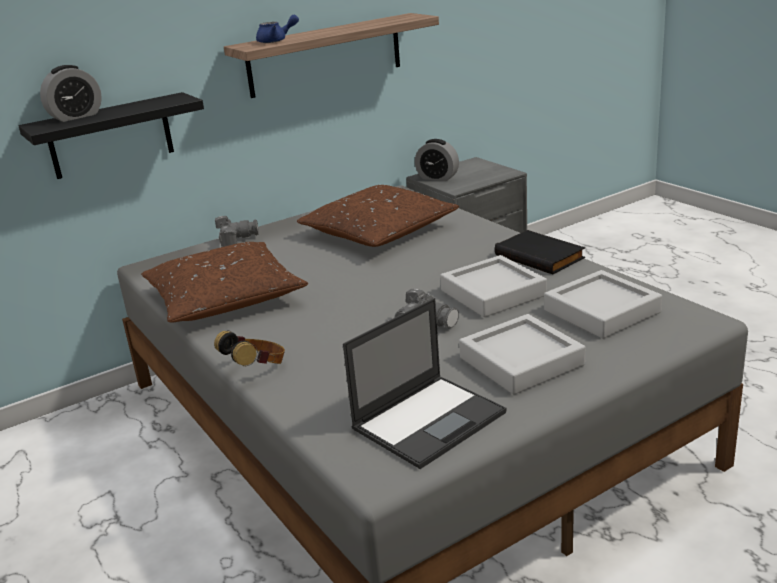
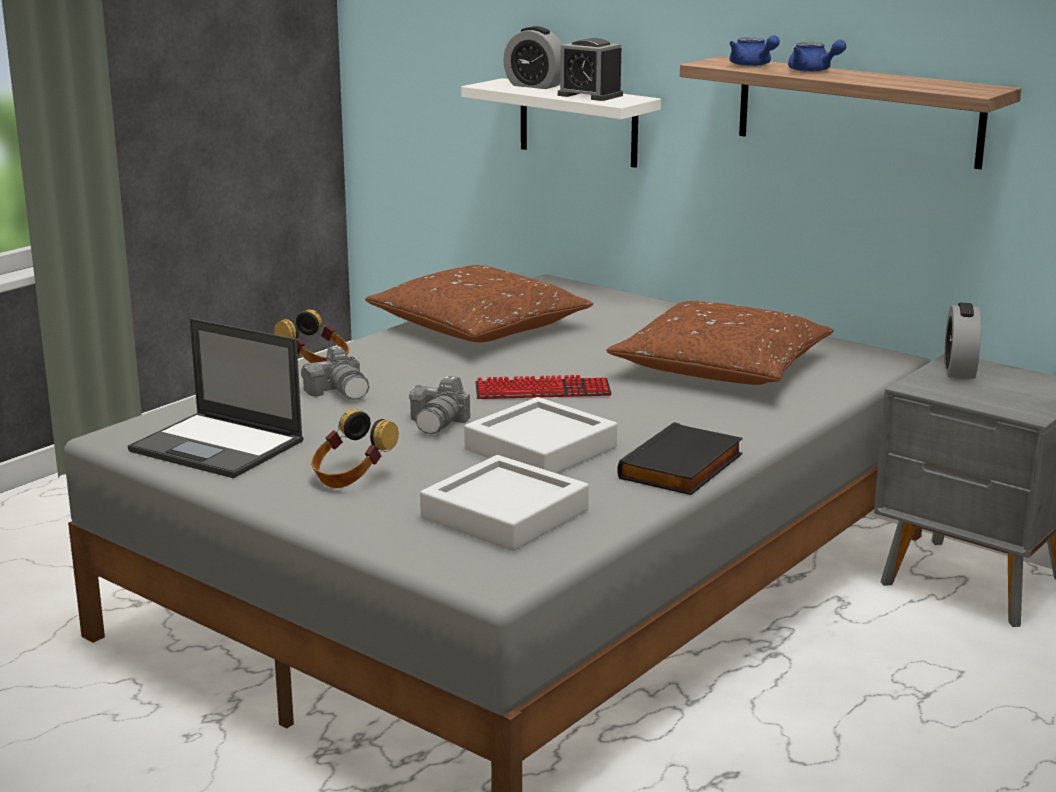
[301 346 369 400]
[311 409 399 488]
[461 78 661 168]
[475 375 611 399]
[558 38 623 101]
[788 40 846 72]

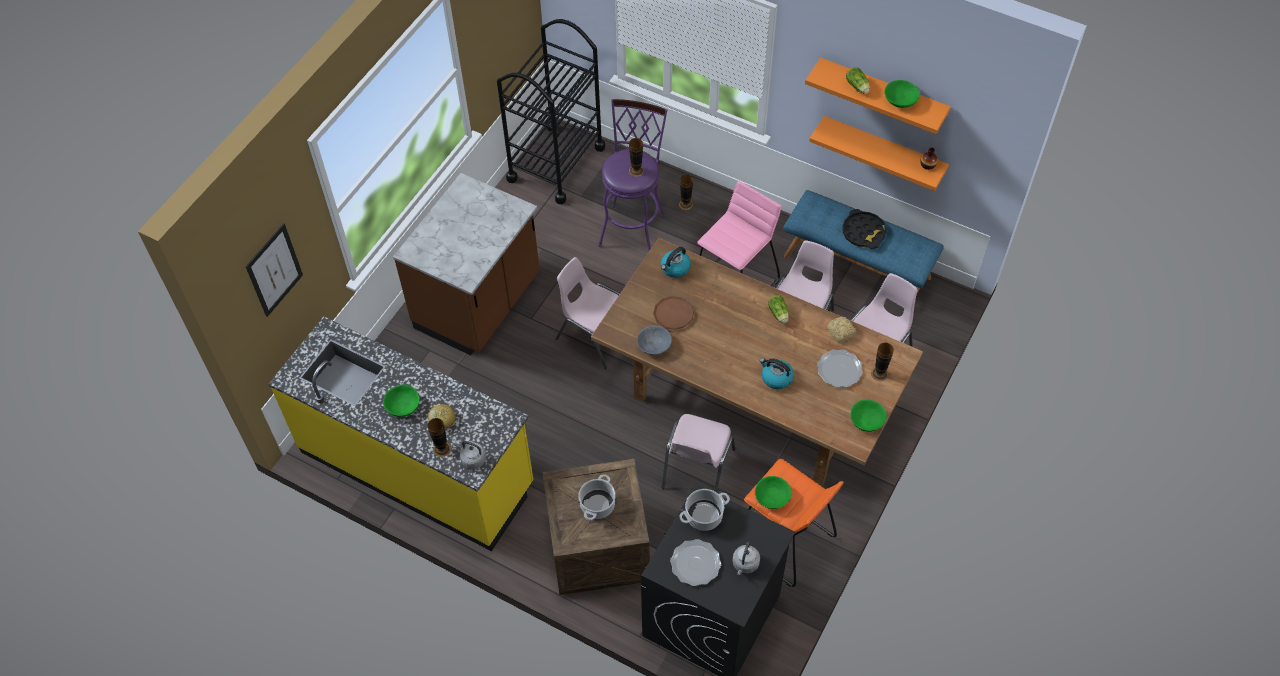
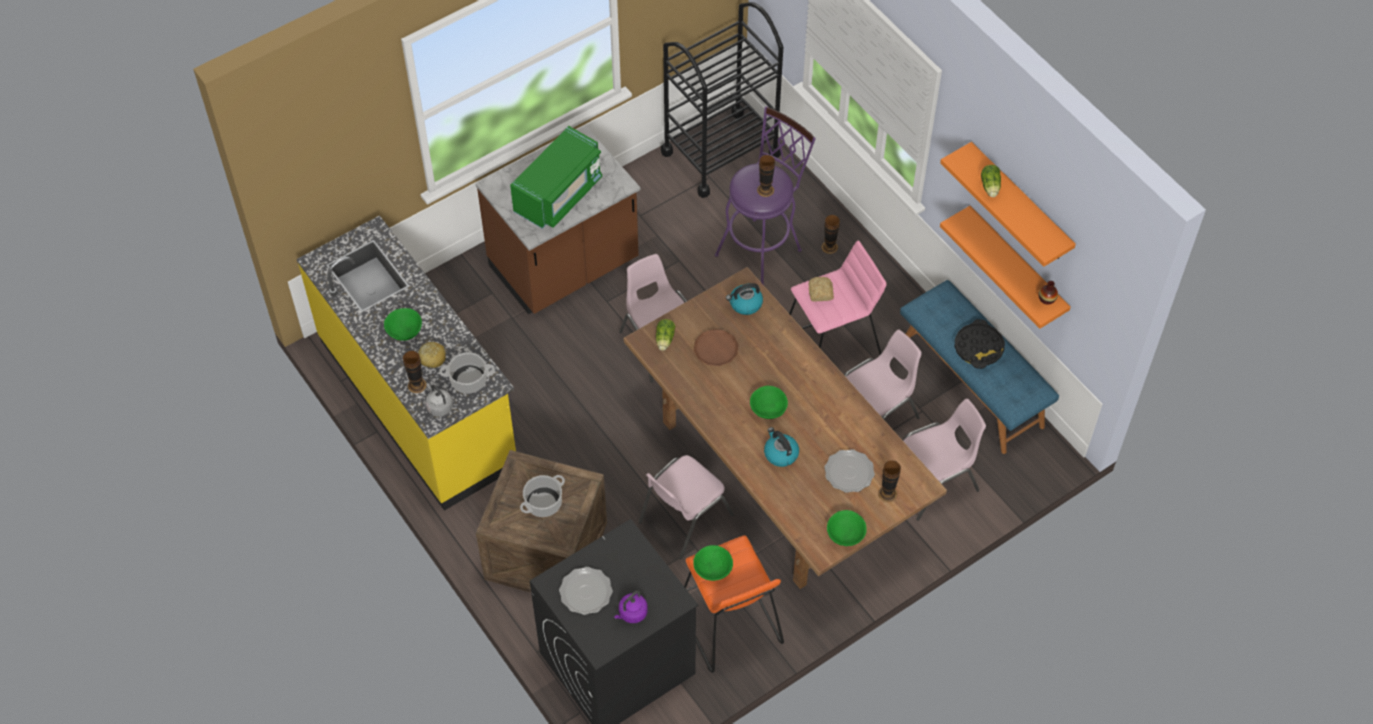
[439 352 495 394]
[510 126 602 229]
[614 591 648 623]
[656 319 675 351]
[750 386 788 419]
[809 277 834 302]
[245 223 303 317] (first image)
[637 326 672 355] (first image)

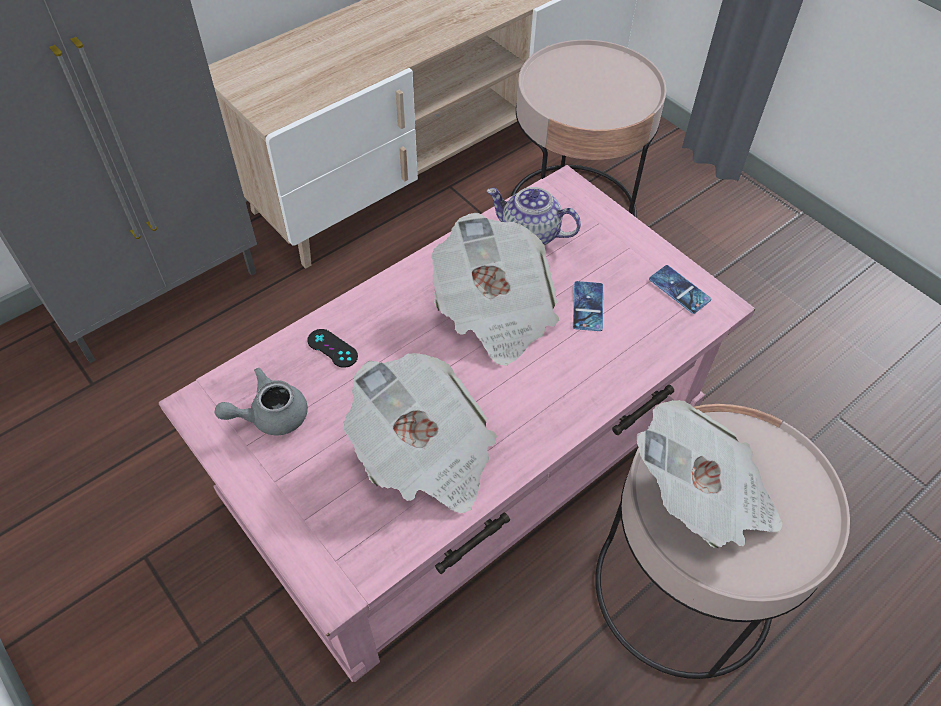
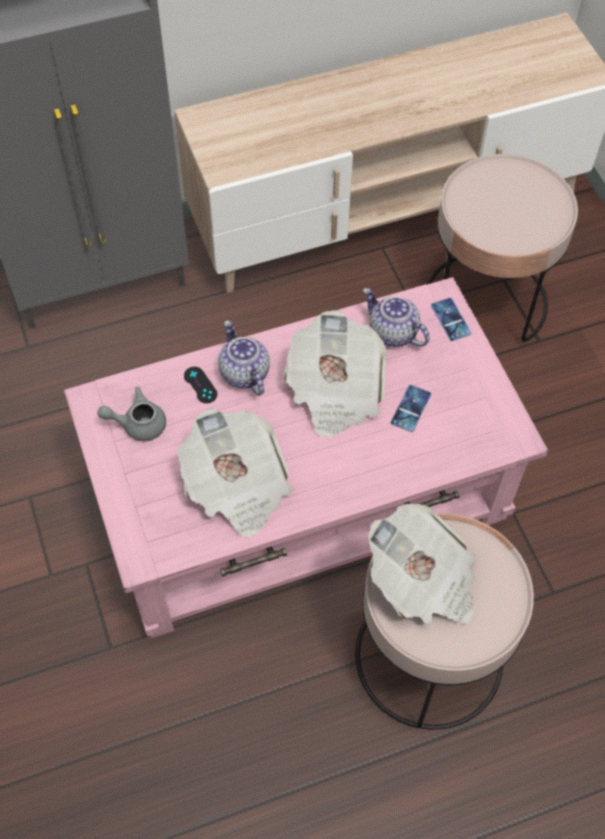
[218 321 270 396]
[431 298 471 341]

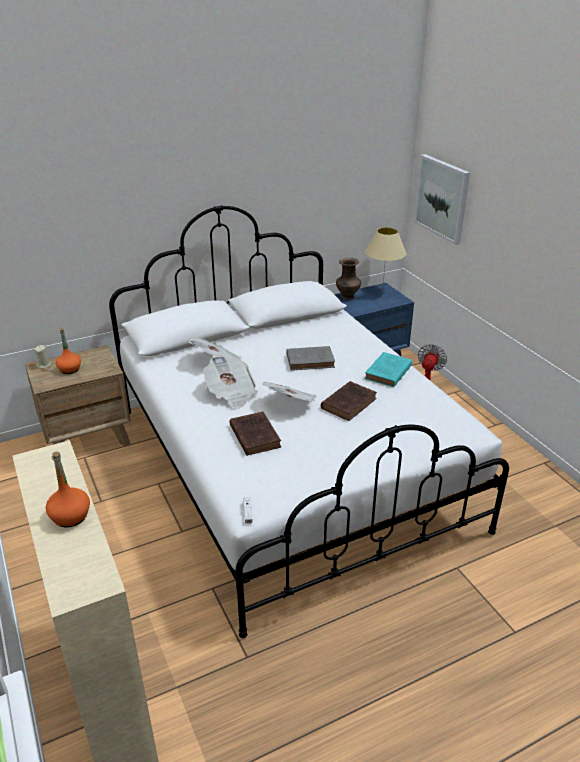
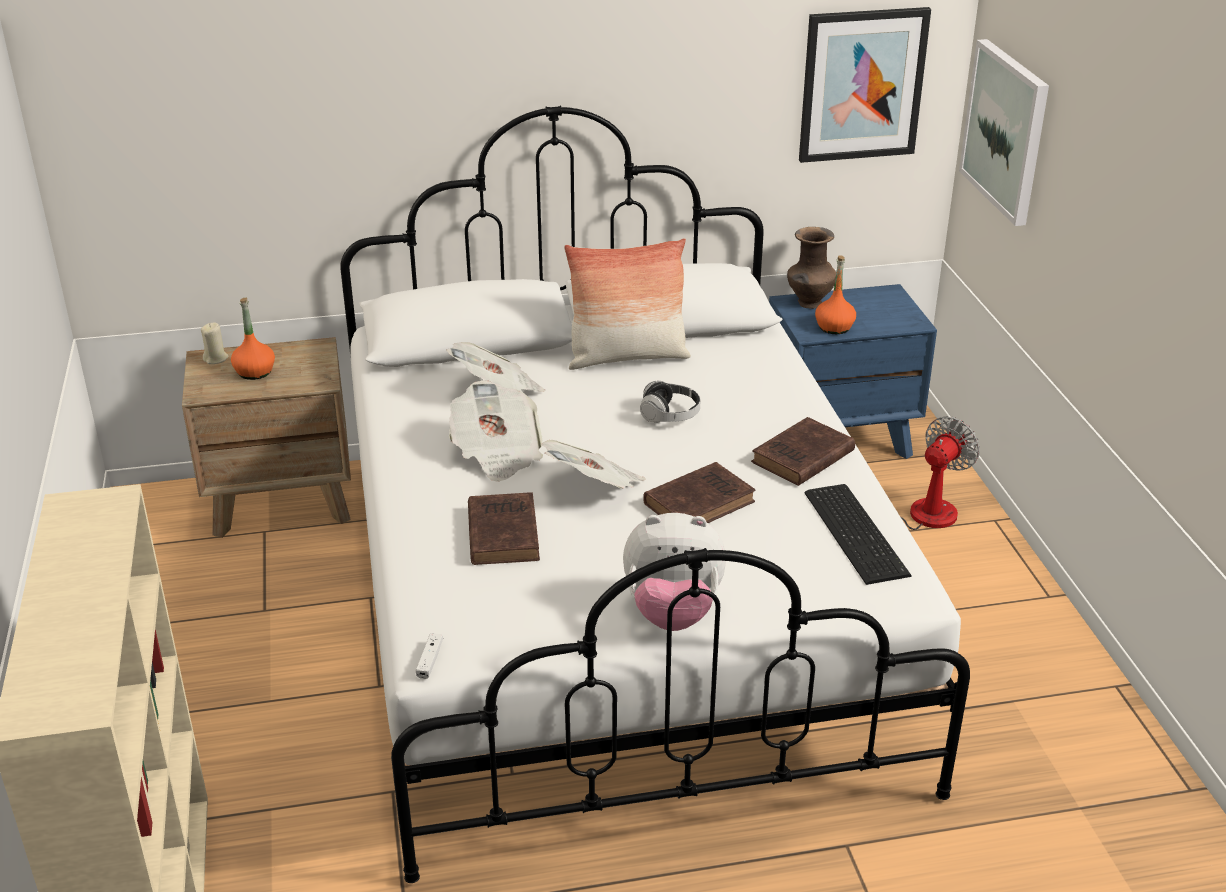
[564 238 691 370]
[623 513 726 631]
[640 381 701 423]
[751 417 855 486]
[799 7 931 163]
[805 484 912 585]
[815 255 856 334]
[365 227 406 292] (first image)

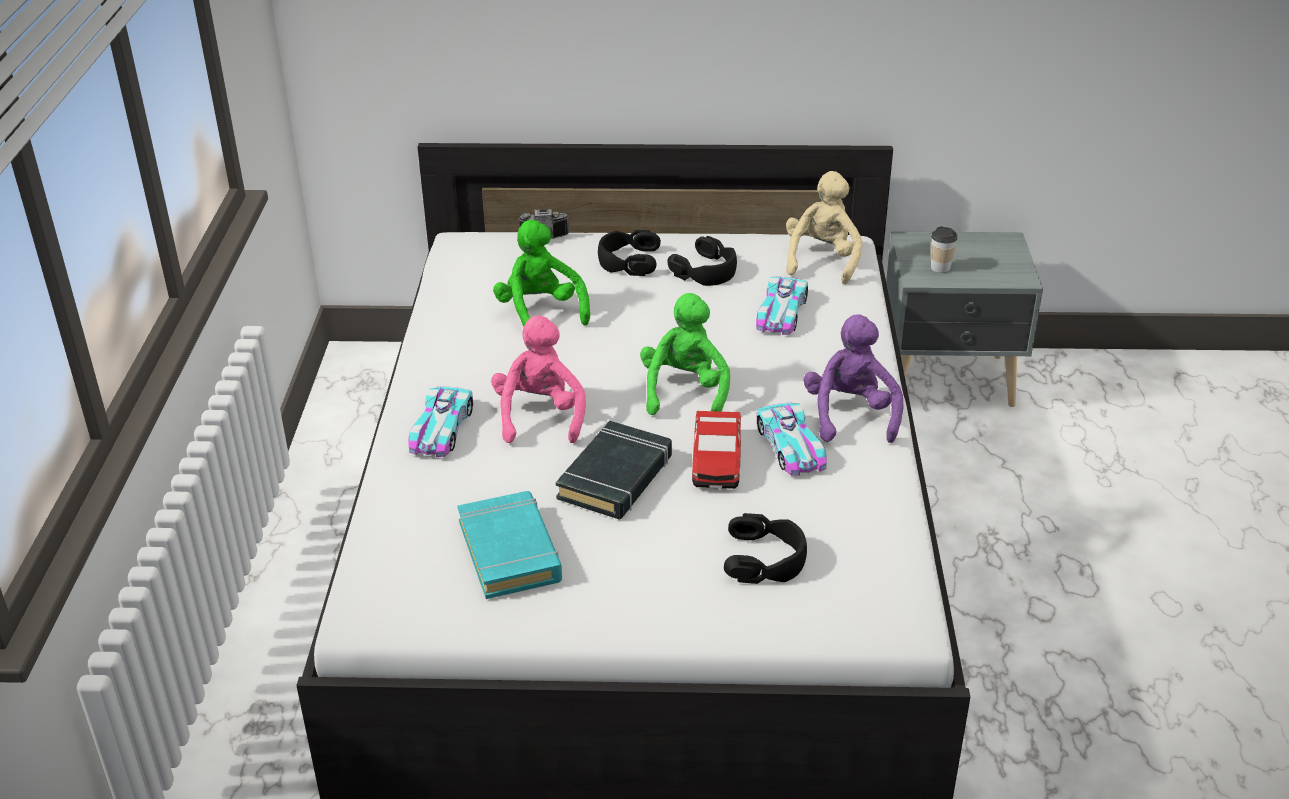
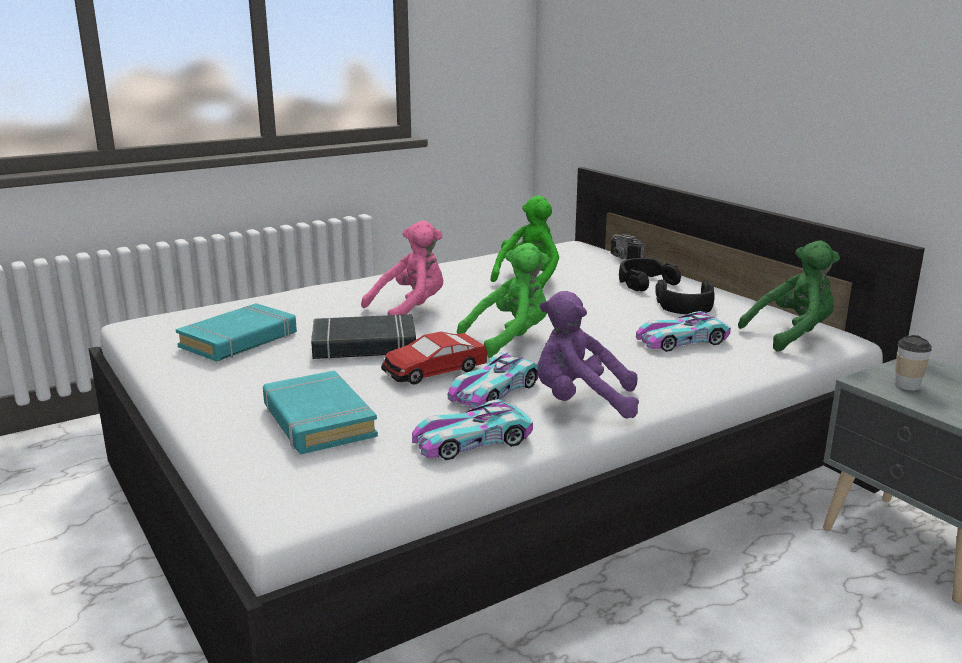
[263 370 378 454]
[412 399 533 460]
[537 291 639 419]
[738 240 840 352]

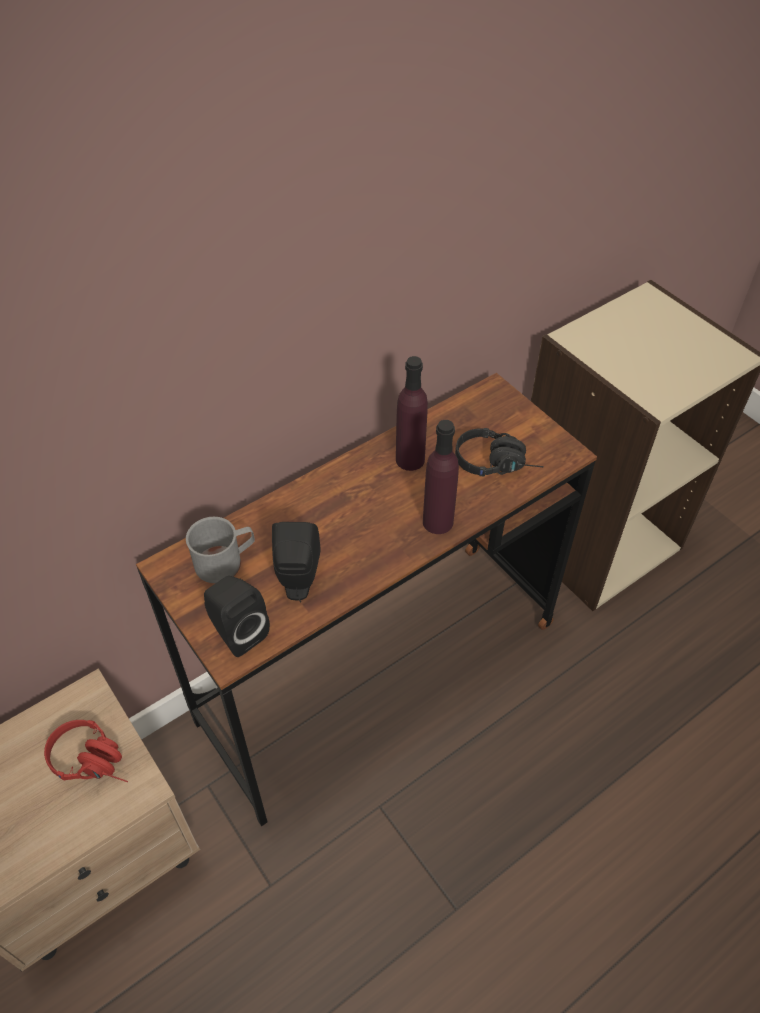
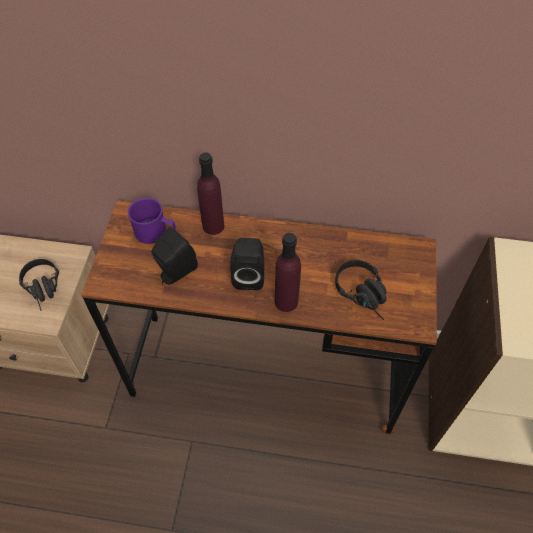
[19 259 59 311]
[128 198 176 244]
[197 152 224 235]
[230 238 264 290]

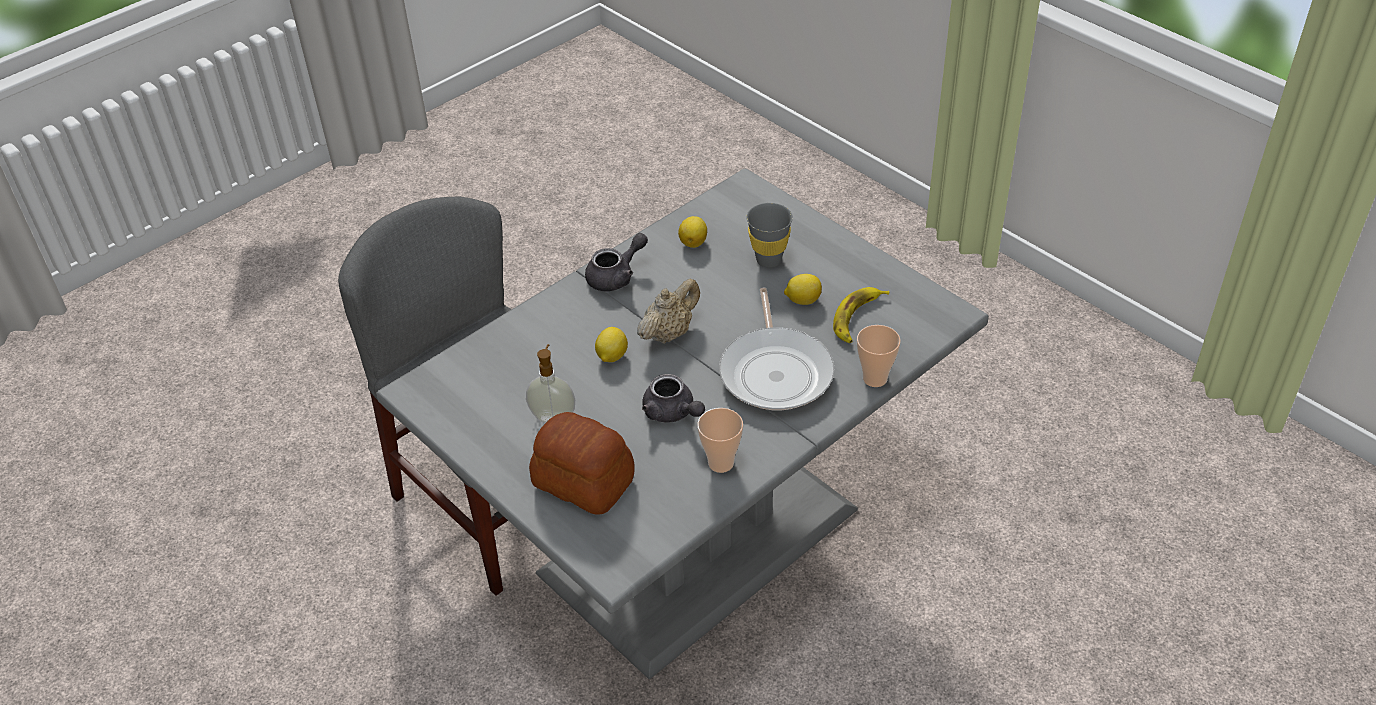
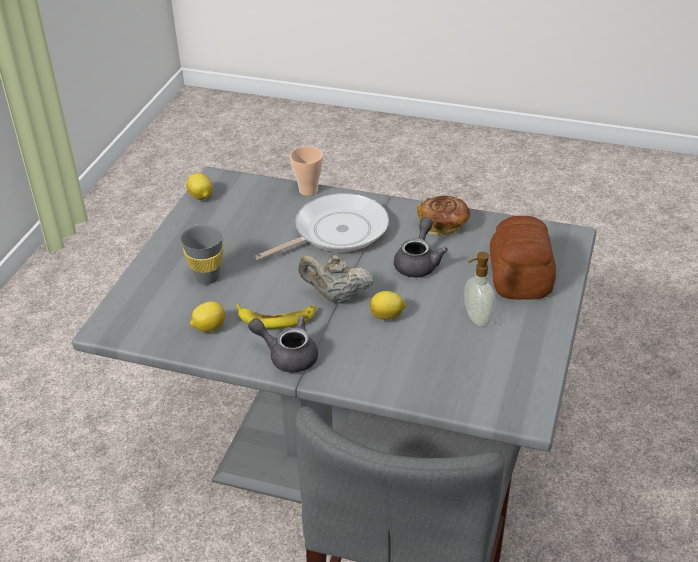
[186 173 213 200]
[236 304 316 329]
[417 195 471 236]

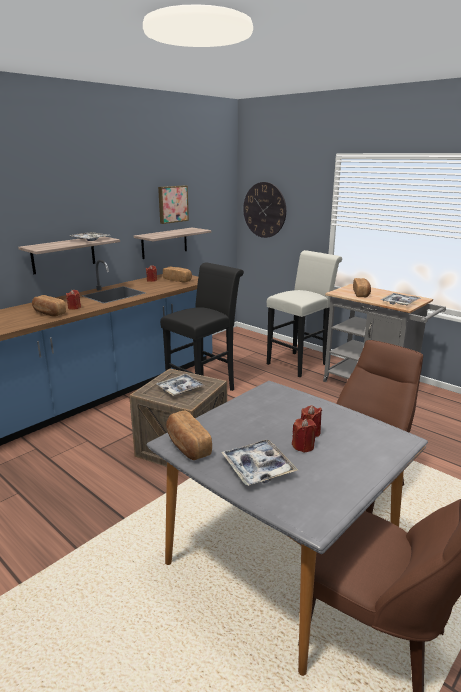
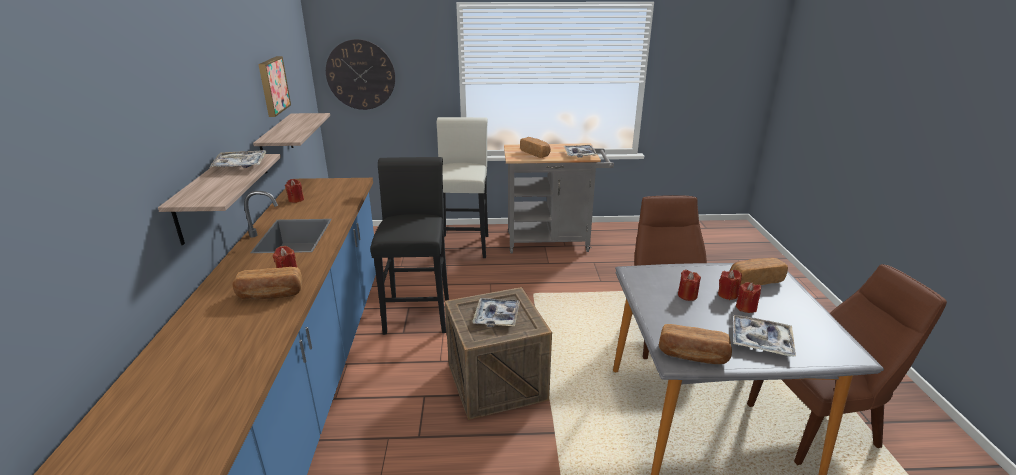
[678 270 701 301]
[730 258 788 286]

